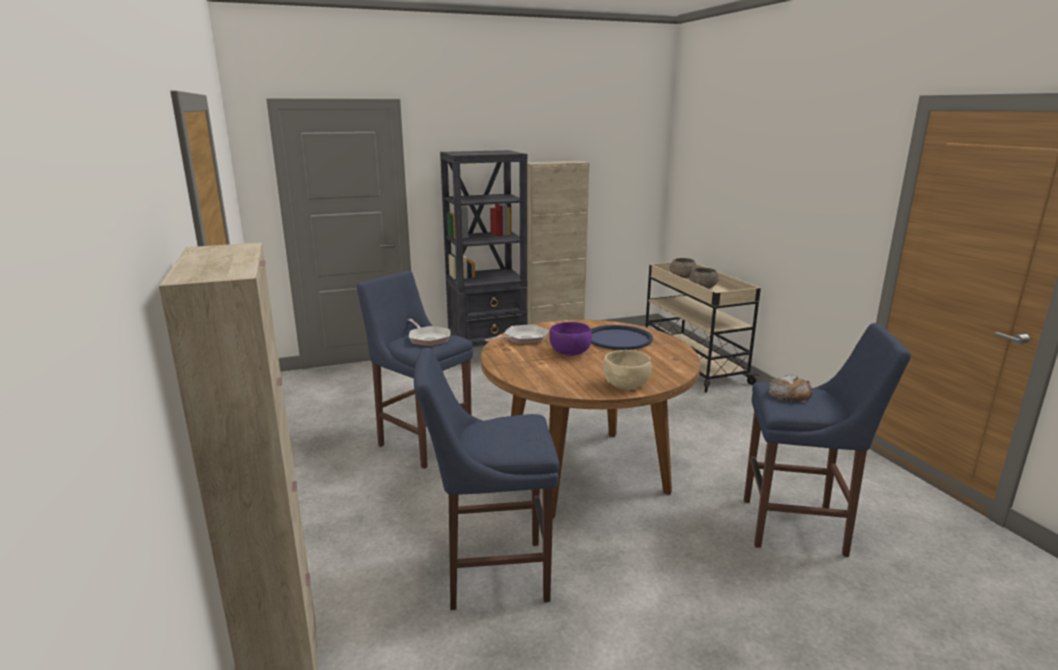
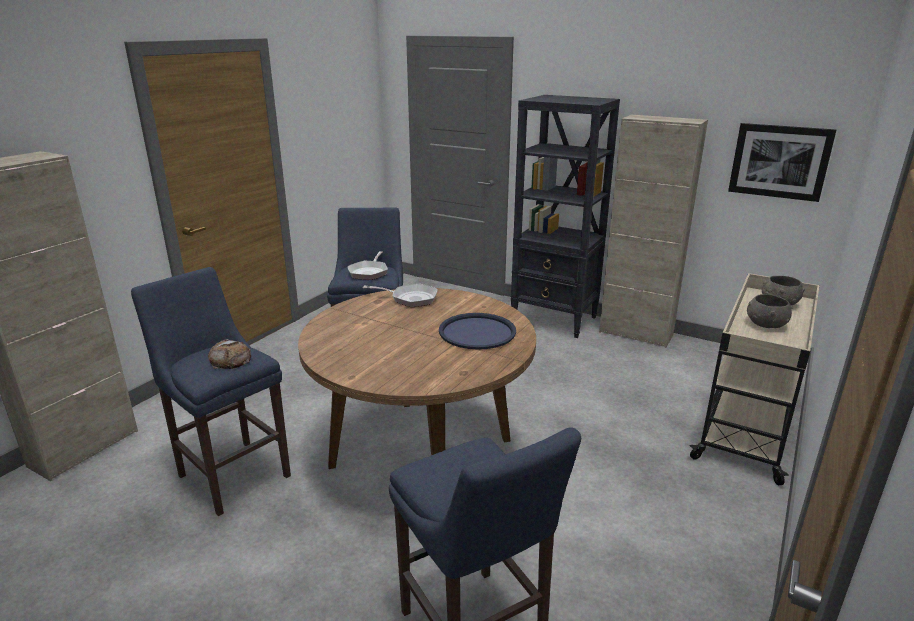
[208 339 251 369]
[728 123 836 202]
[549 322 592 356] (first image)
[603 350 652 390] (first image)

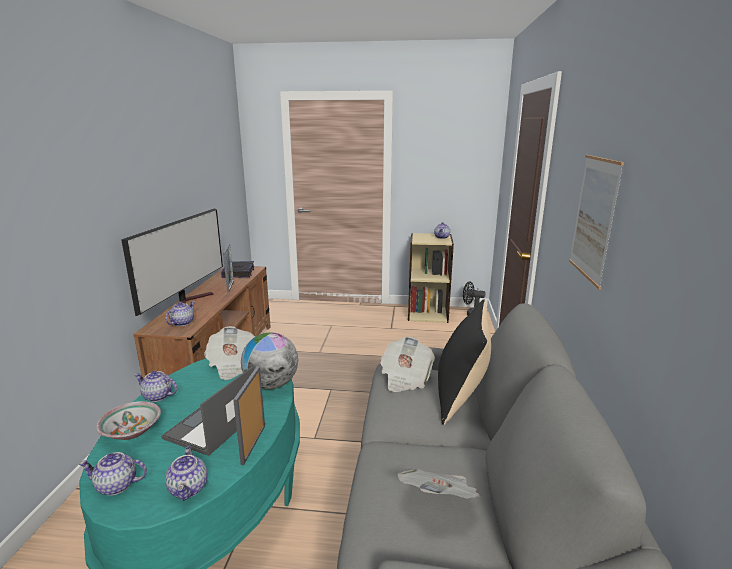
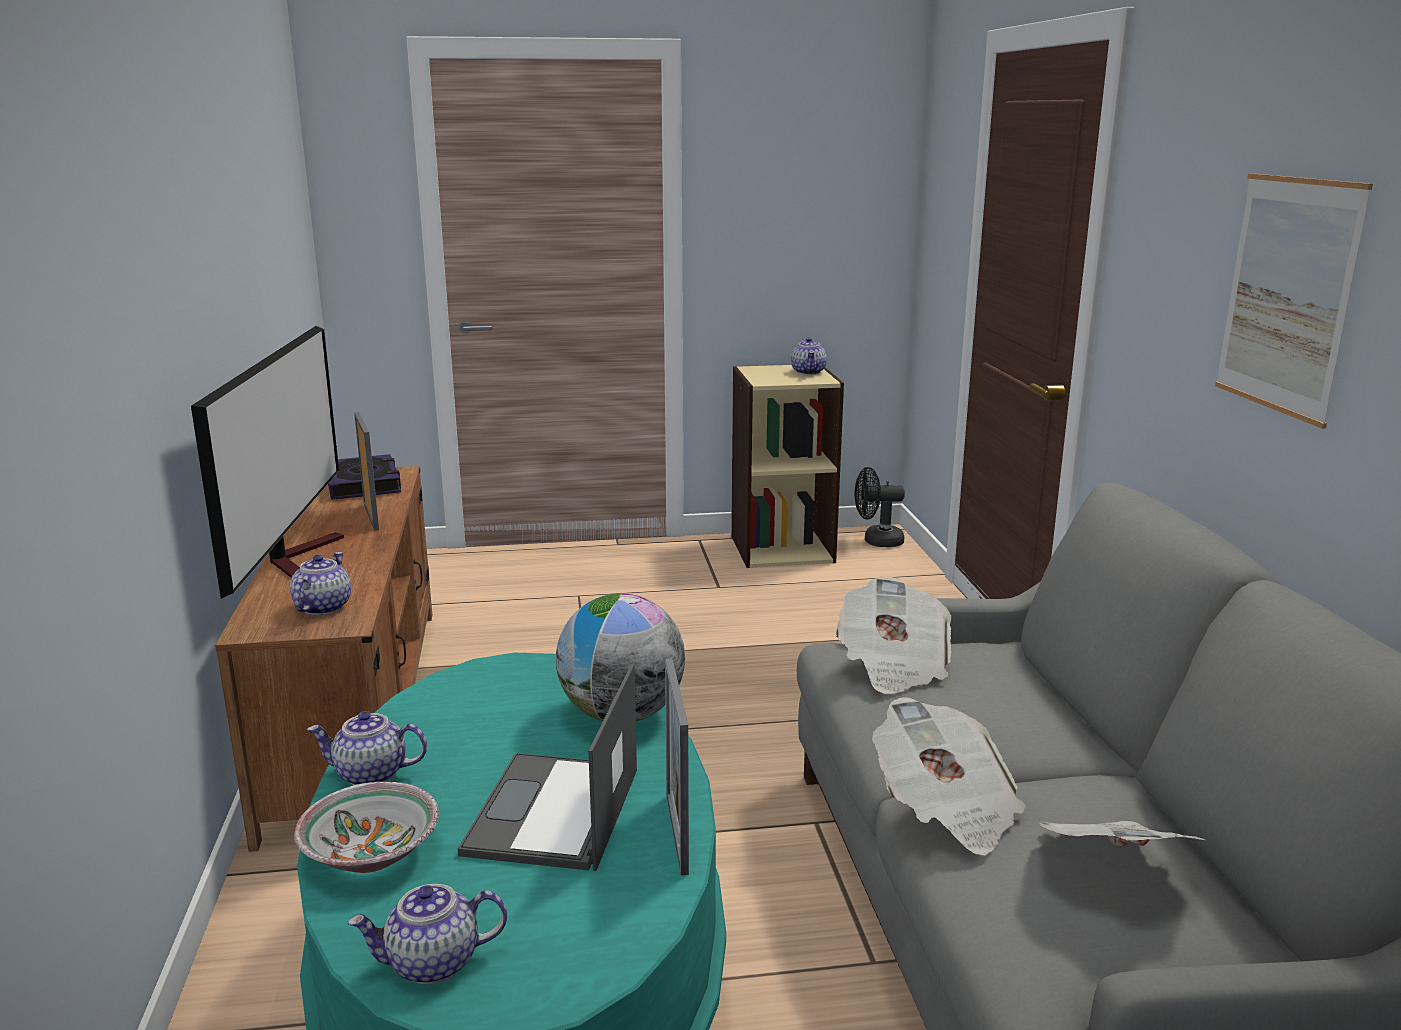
[872 697 1026 855]
[165 446 208 501] (first image)
[438 299 491 425] (first image)

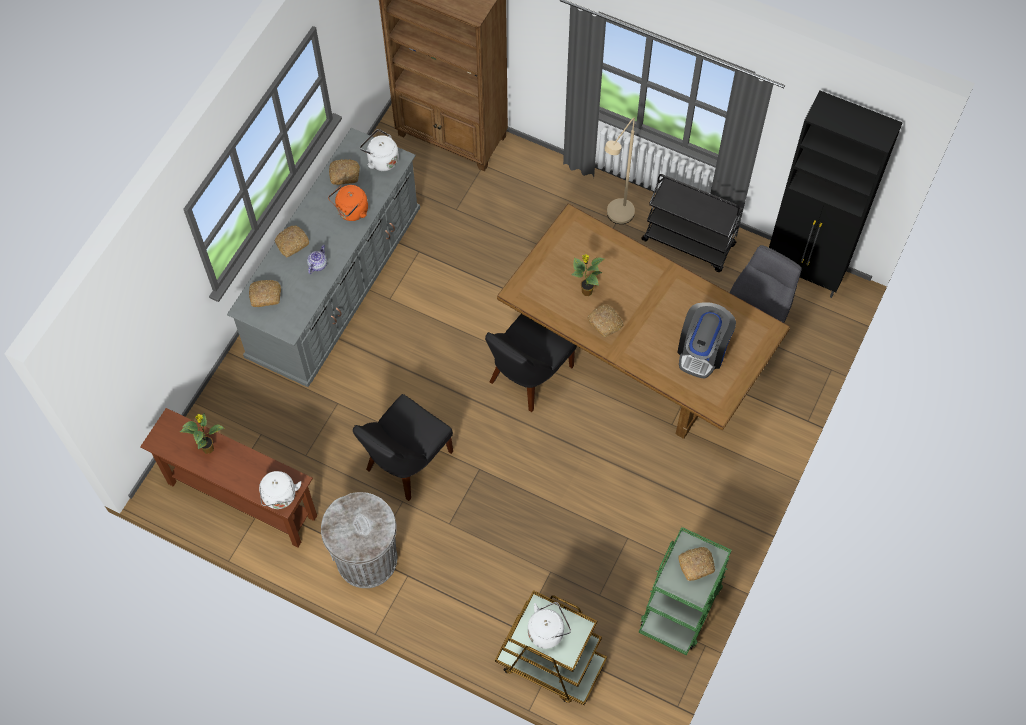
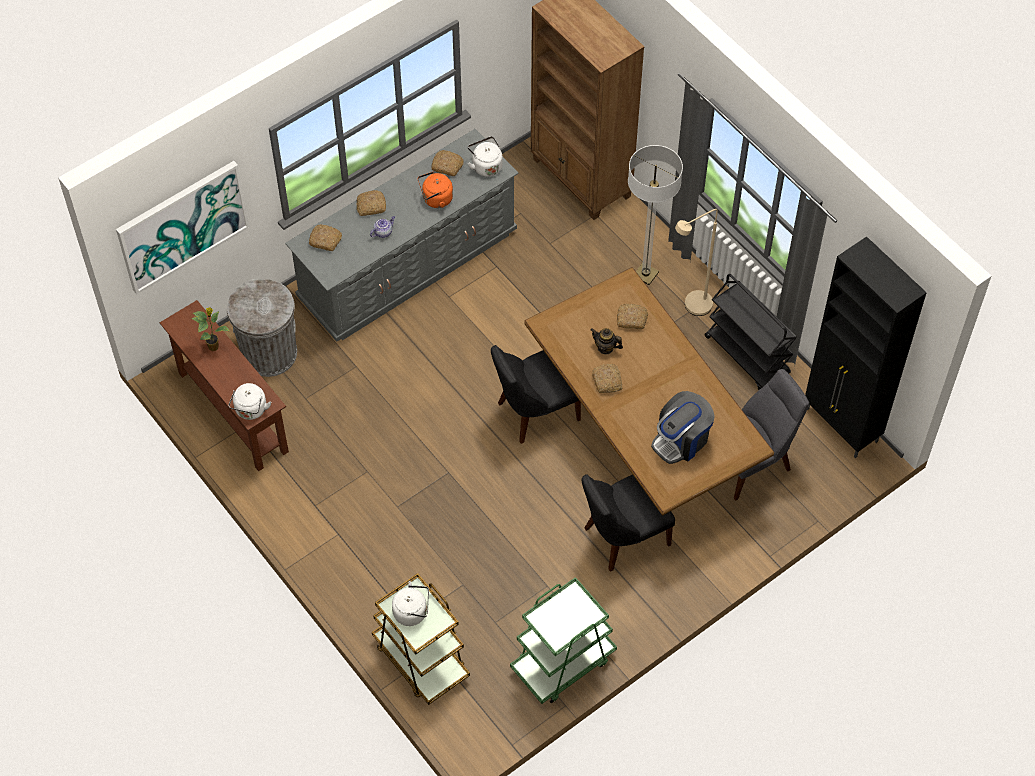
[116 161 249 294]
[227 279 297 377]
[582 474 675 571]
[591 328 623 355]
[617 304 648 329]
[628 145 683 285]

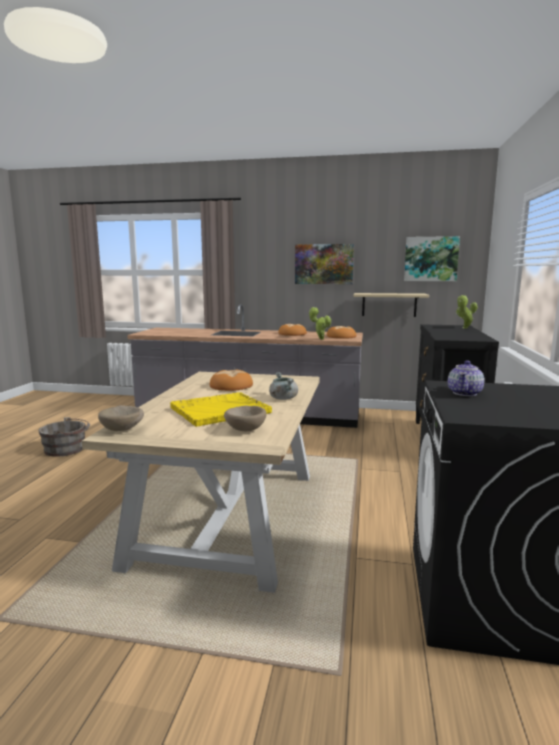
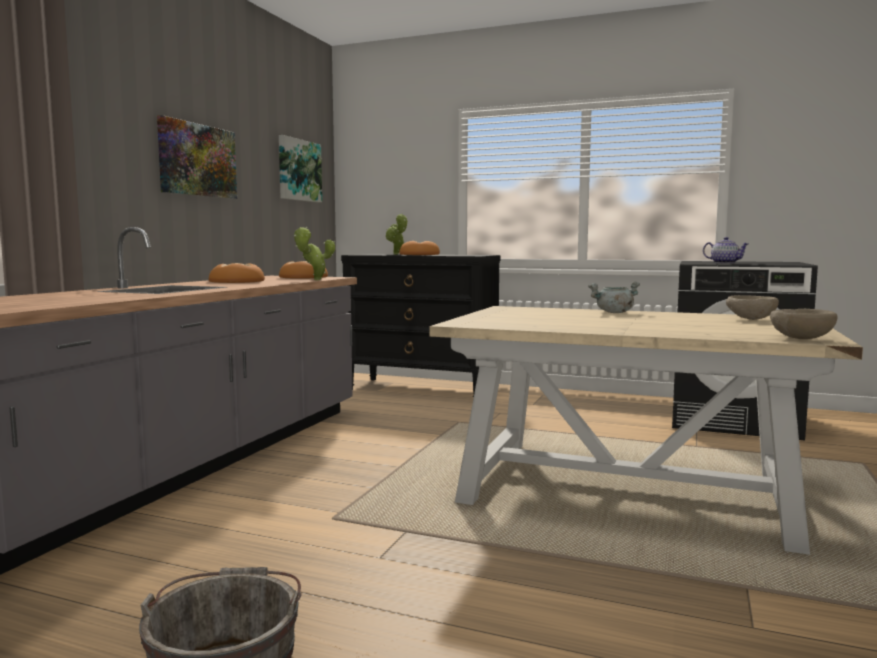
[399 241 440 255]
[170 392 272 427] (first image)
[353 293 429 317] (first image)

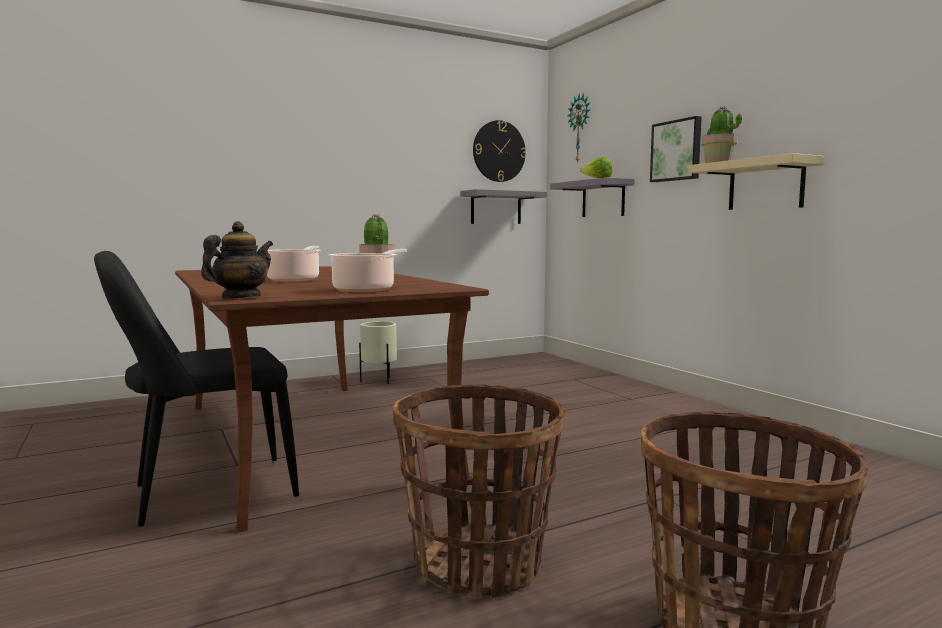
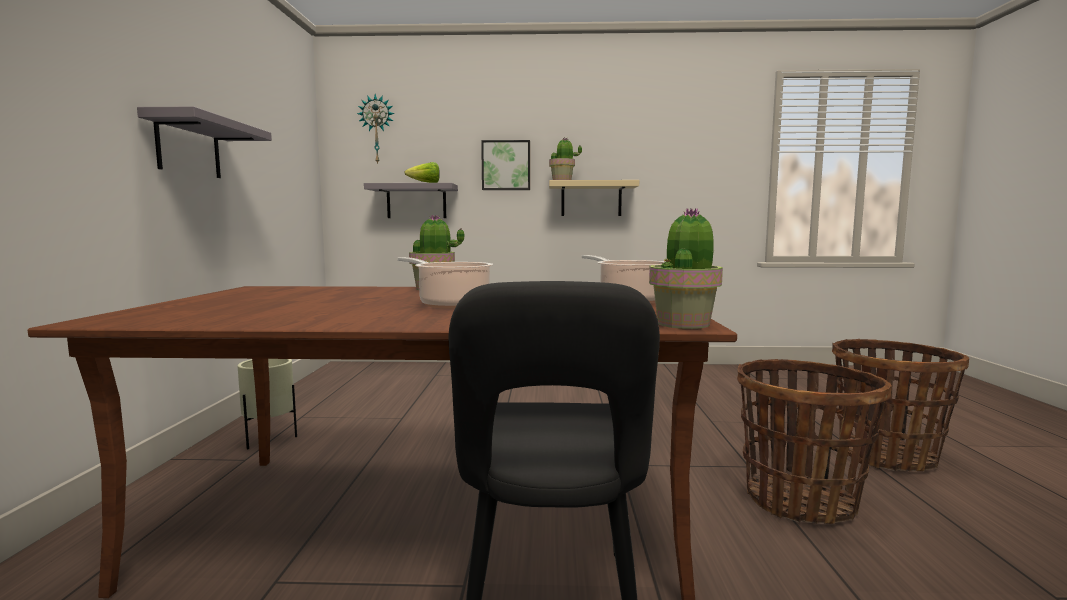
[137 106 272 178]
[649 208 723 329]
[473 120 526 182] (first image)

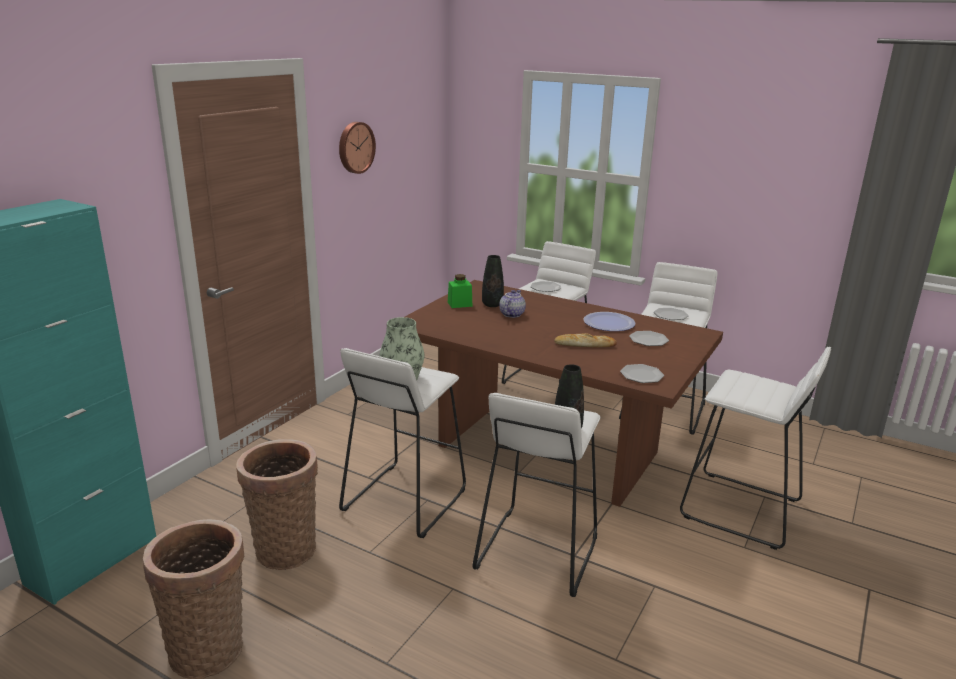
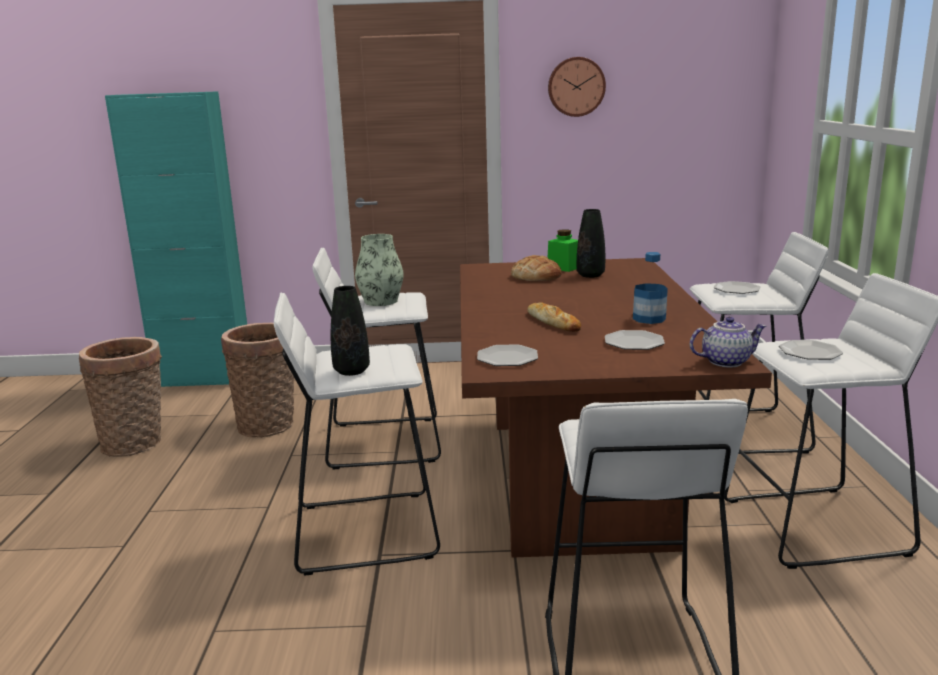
[511 255 562 281]
[633 252 668 324]
[690 317 766 368]

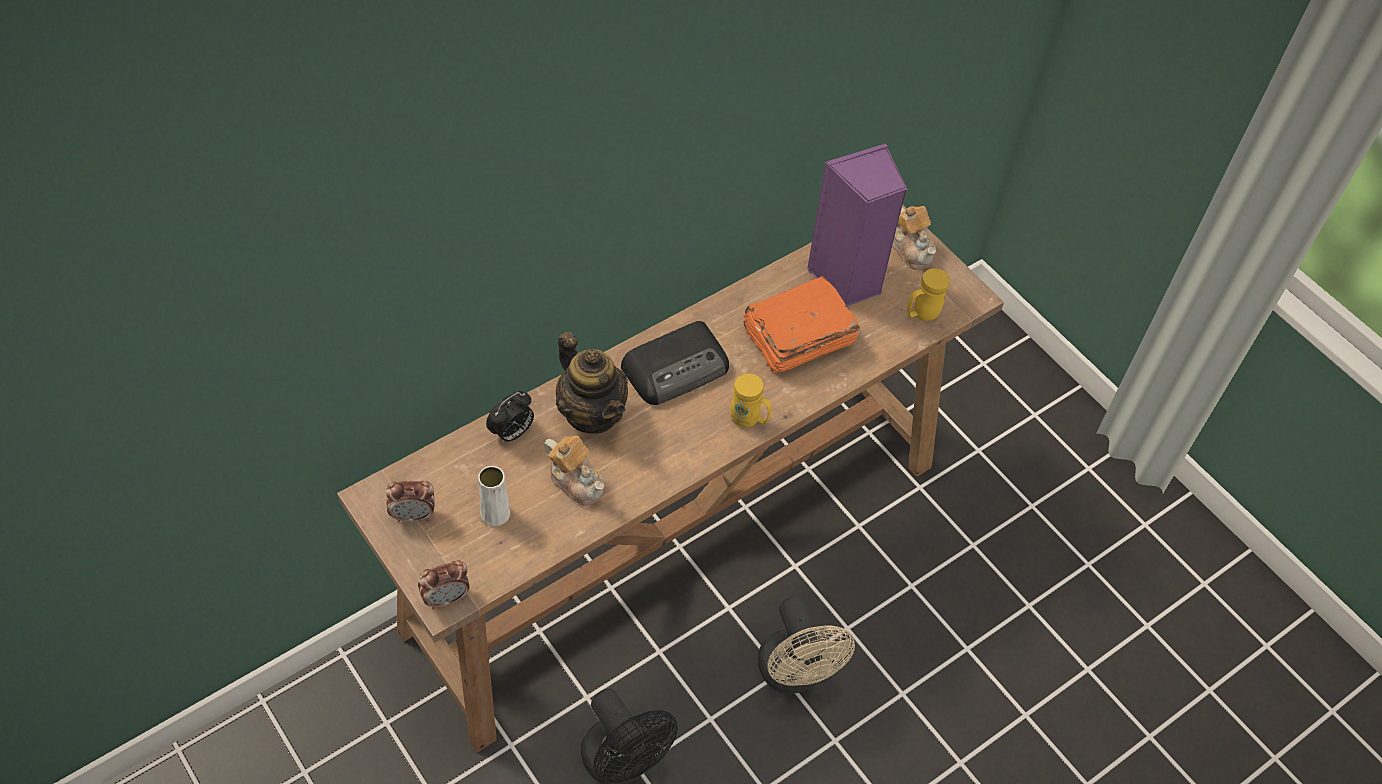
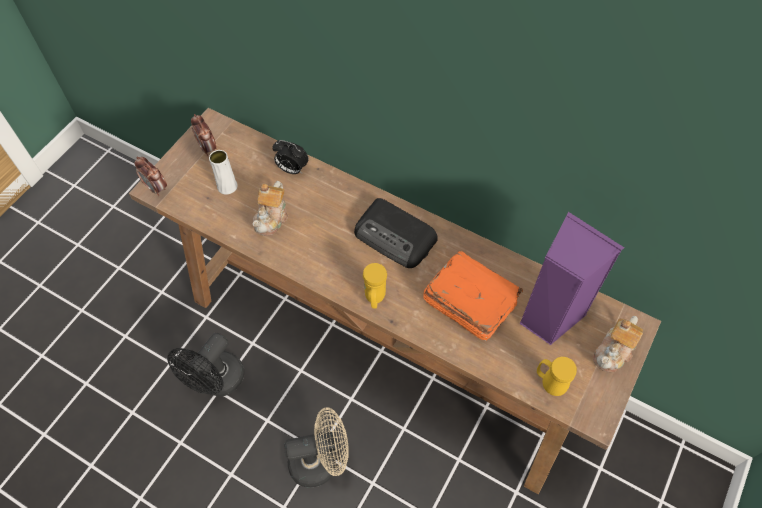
[284 407 349 488]
[556 332 628 434] (first image)

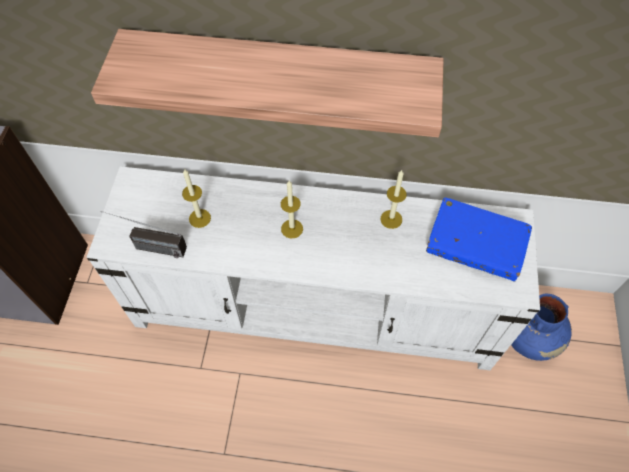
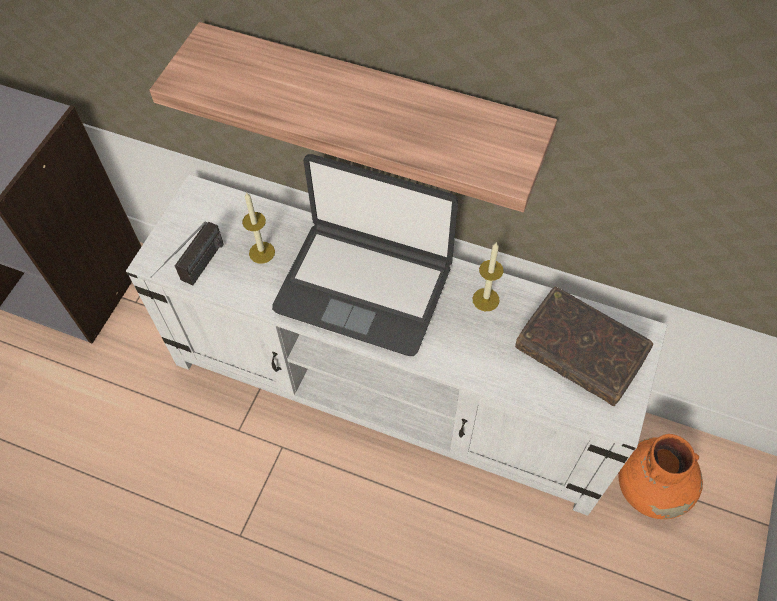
[150 222 223 285]
[272 154 458 356]
[515 287 653 406]
[618 434 703 519]

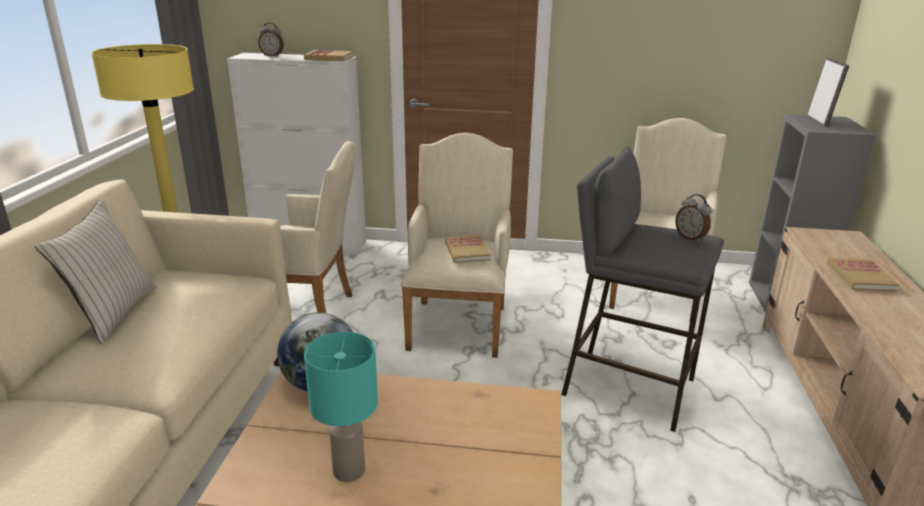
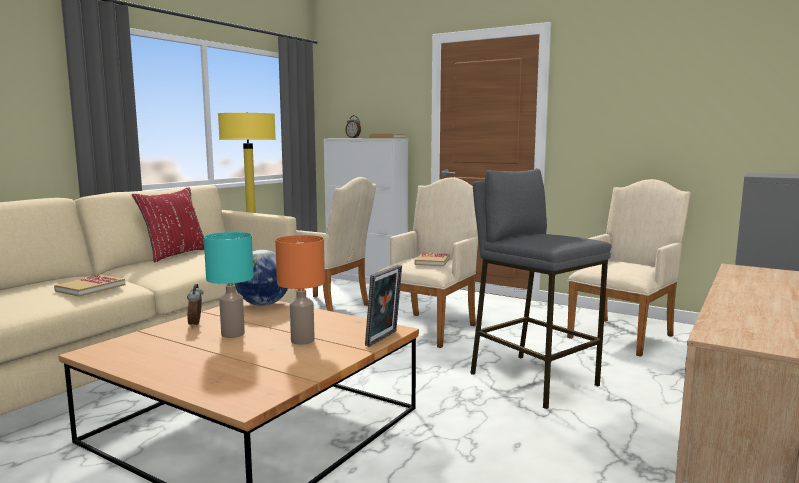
[54 275 125 297]
[132 187 204 262]
[187 284 203 327]
[275 235 325 345]
[365 265 402 347]

